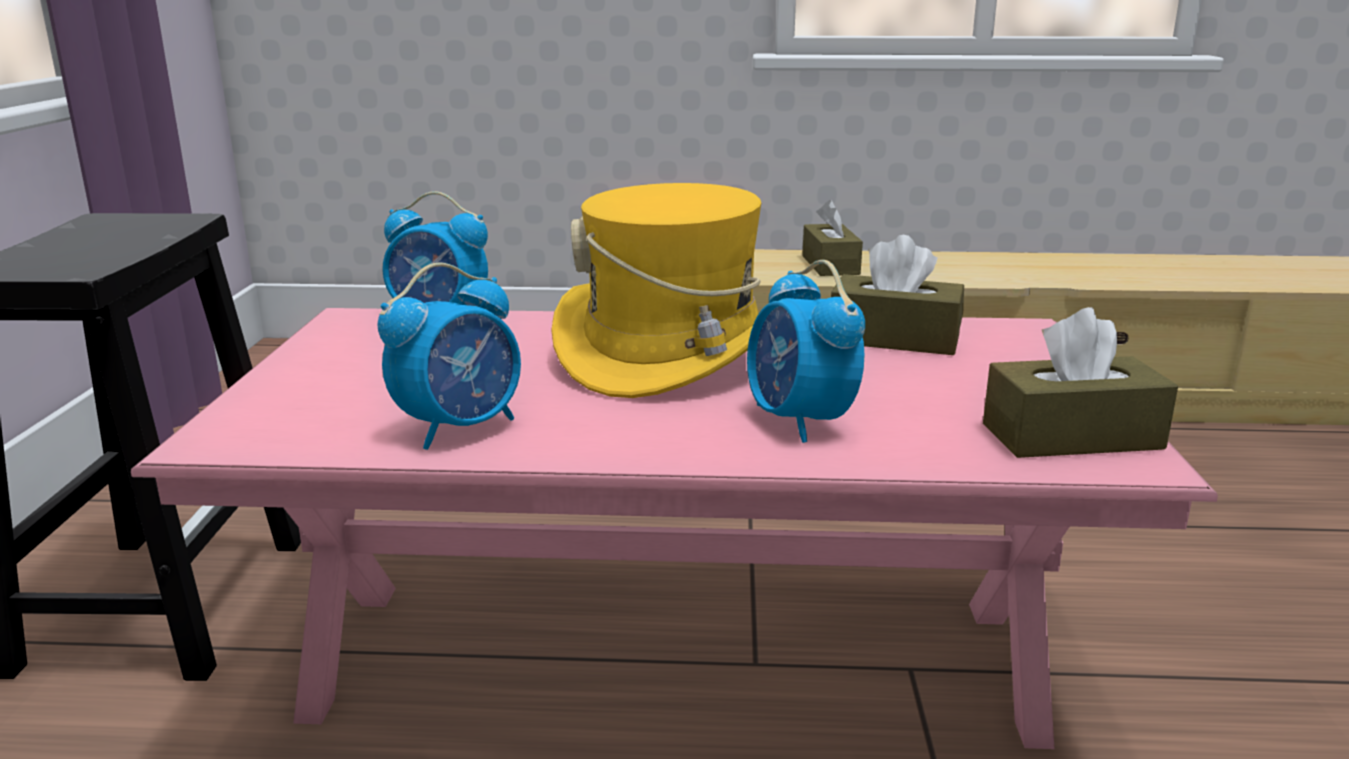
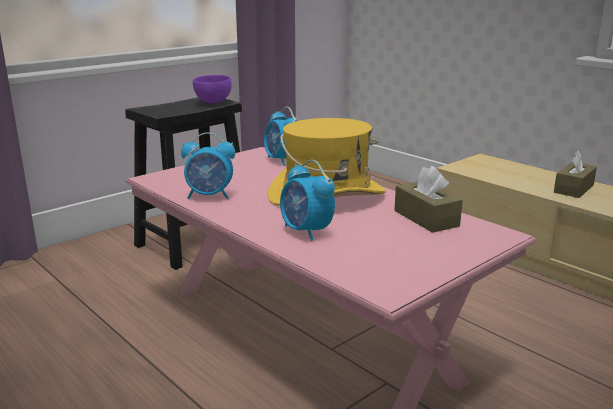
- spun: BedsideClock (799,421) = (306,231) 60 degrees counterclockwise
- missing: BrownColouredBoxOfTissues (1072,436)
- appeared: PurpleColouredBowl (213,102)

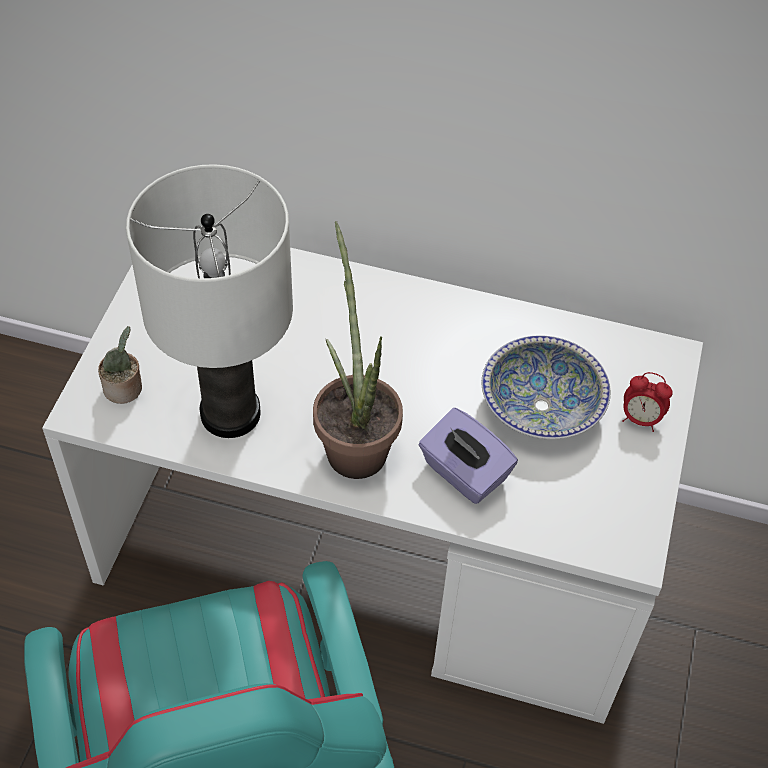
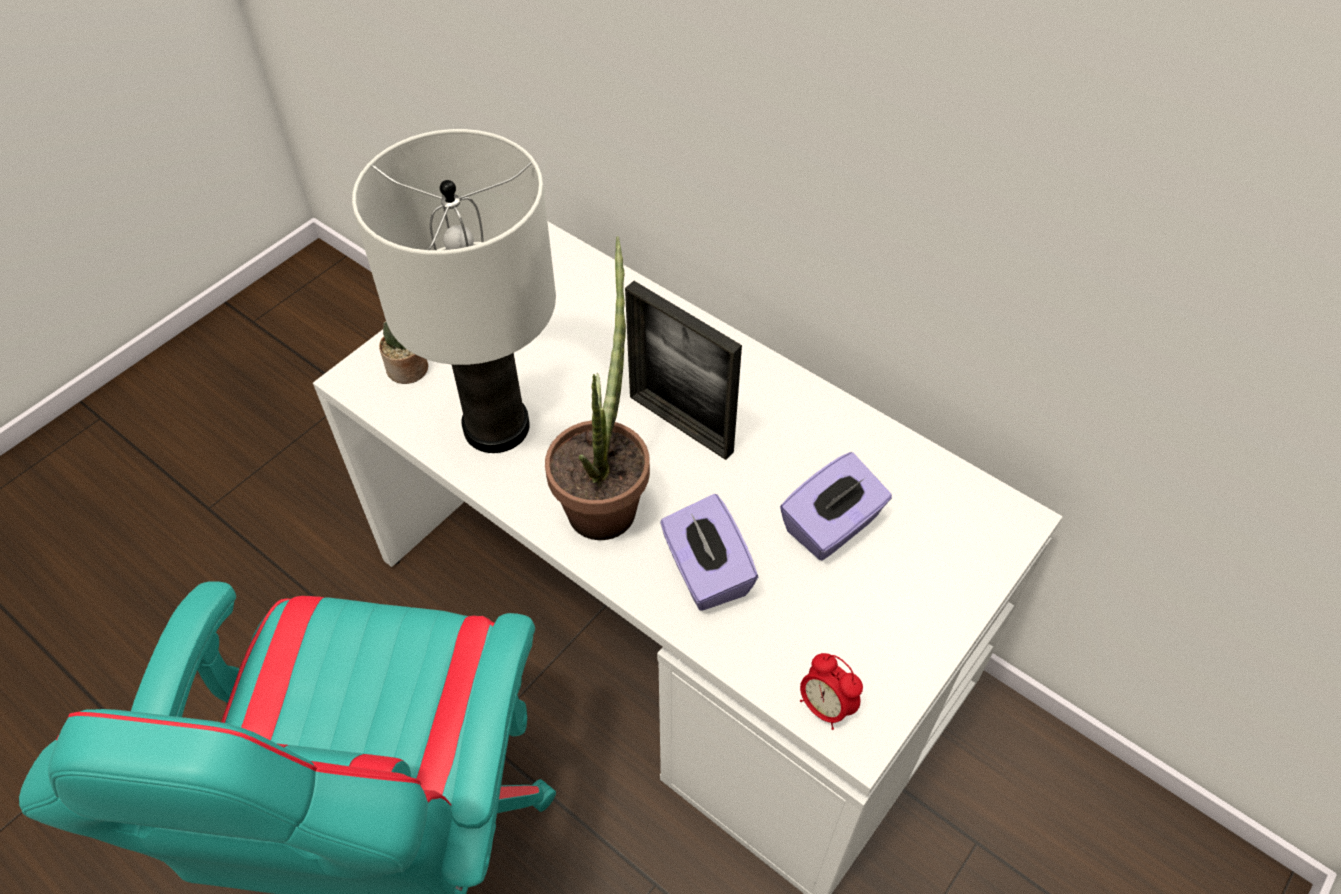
- exchanged: Bowl (541,405) to PurpleColouredBoxOfTissues (832,526)
- relocated: BedsideClock (640,419) to (825,706)
- appeared: StandingFrame (680,424)

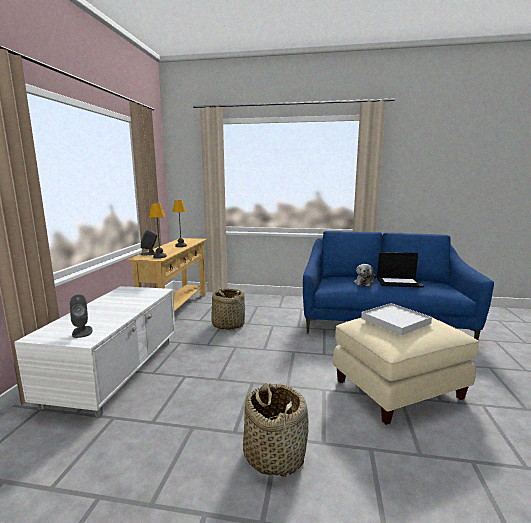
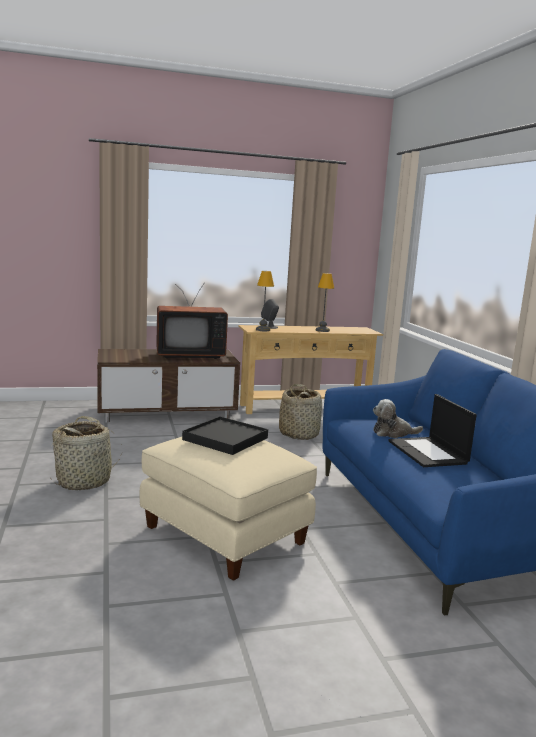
- colour: WhiteTvStand (116,370) to BrownColouredTvStand (167,412)
- missing: GraySpeaker (82,332)
- colour: WhiteServingTray (395,321) to BlackColouredServingTray (225,439)
- appeared: TvSet (189,355)

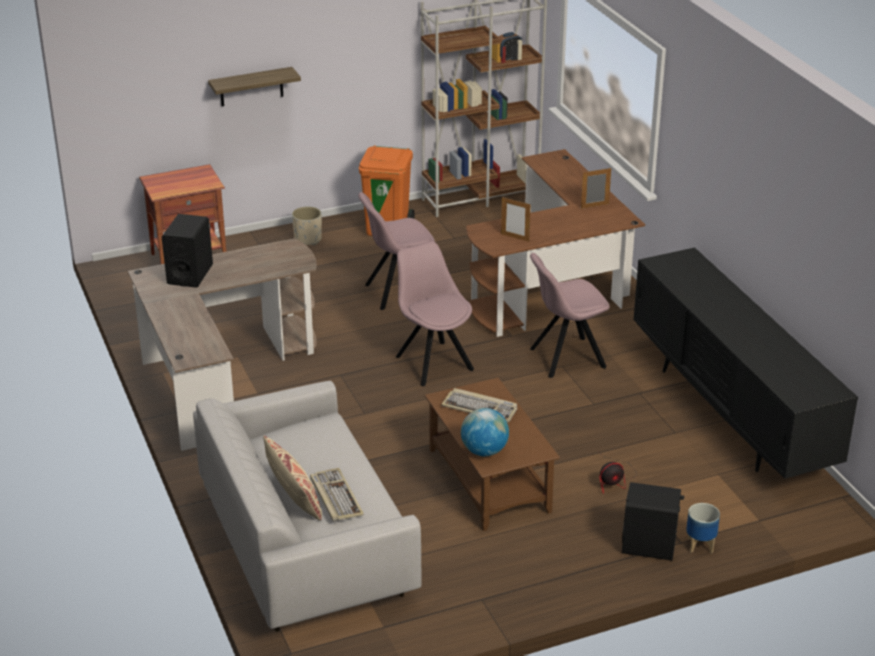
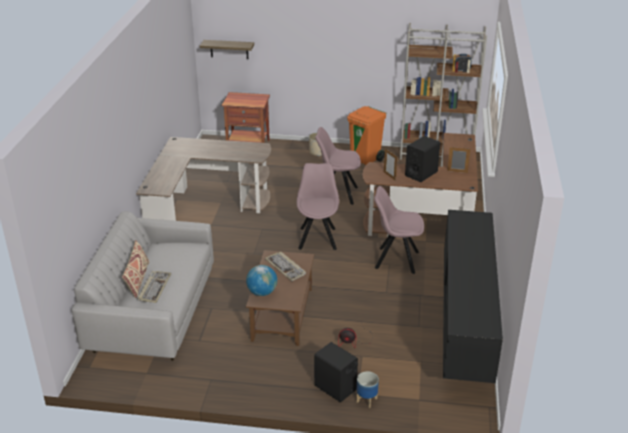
- relocated: Shelf (251,87) to (229,49)
- relocated: BlackColouredSpeaker (190,274) to (421,174)

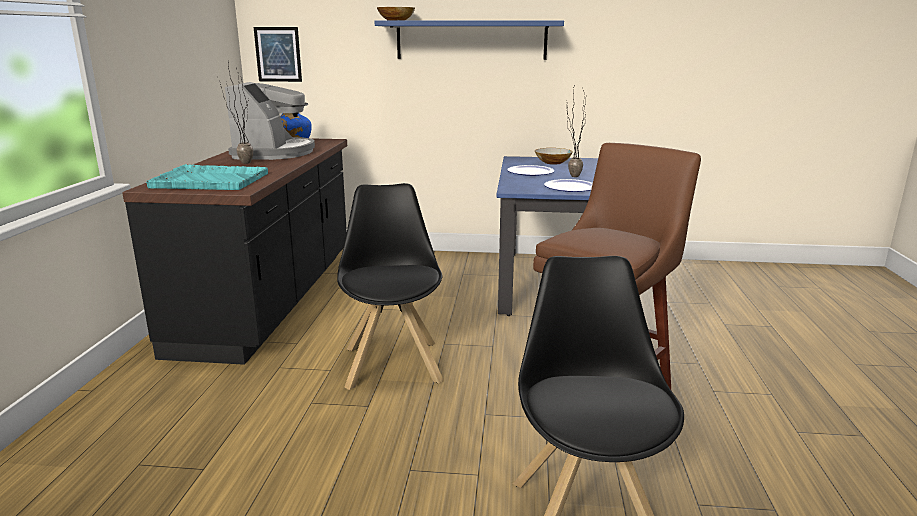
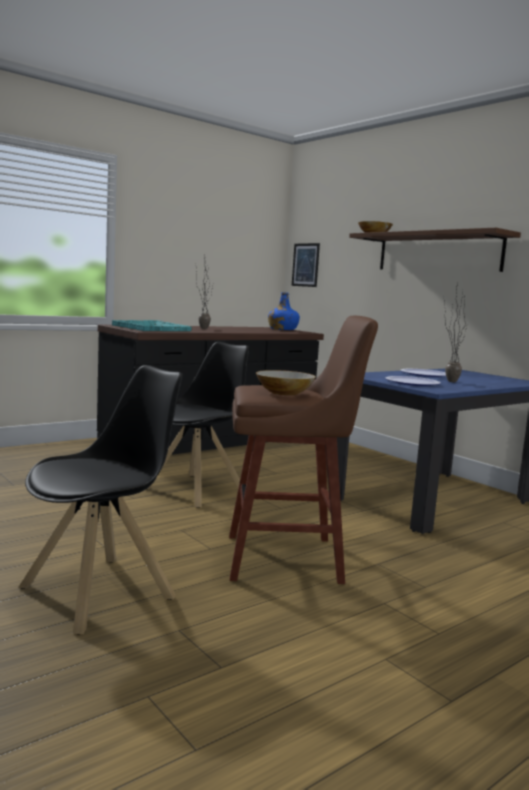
- colour: BluishShelf (471,40) to BrownColouredShelf (438,252)
- missing: CoffeeMachine (274,153)
- relocated: Bowl (552,163) to (283,393)

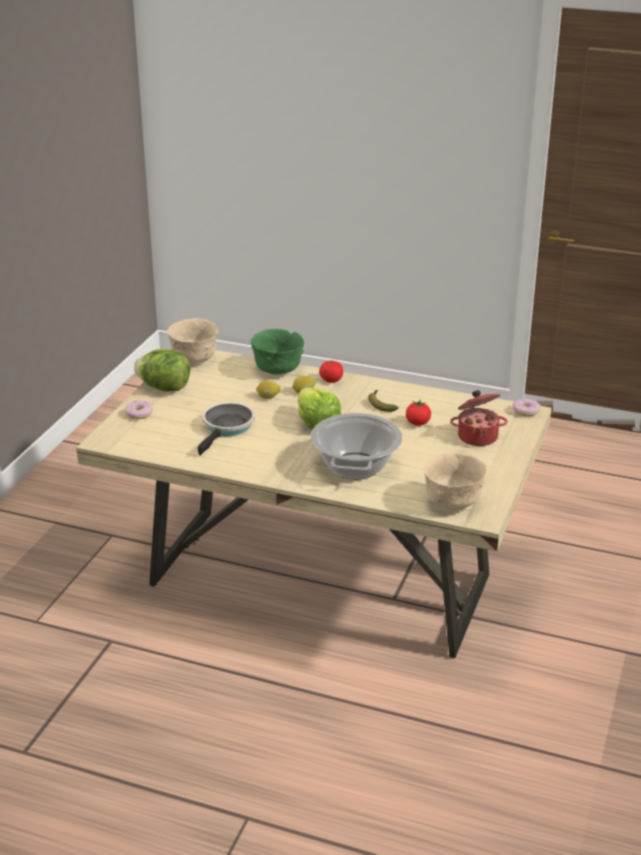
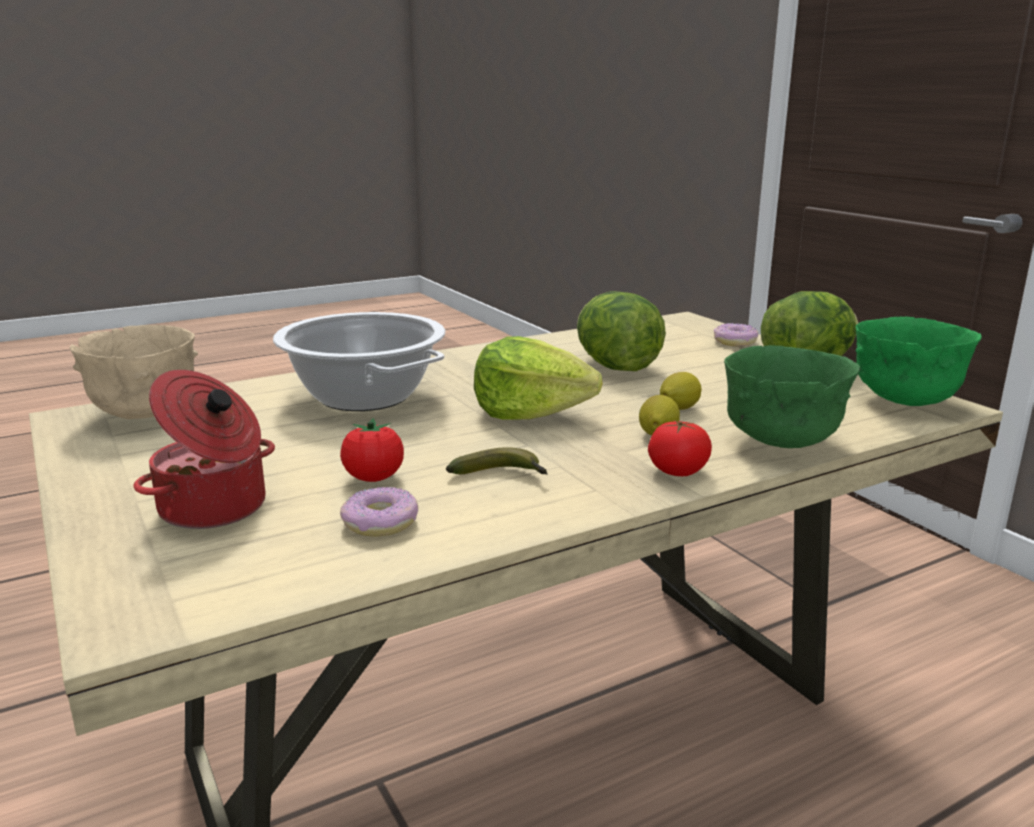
- colour: SandColouredBowl (194,360) to GreenBowl (905,401)
- relocated: Doughnut (525,411) to (381,523)
- exchanged: FryingPan (227,428) to LettuceHead (616,366)

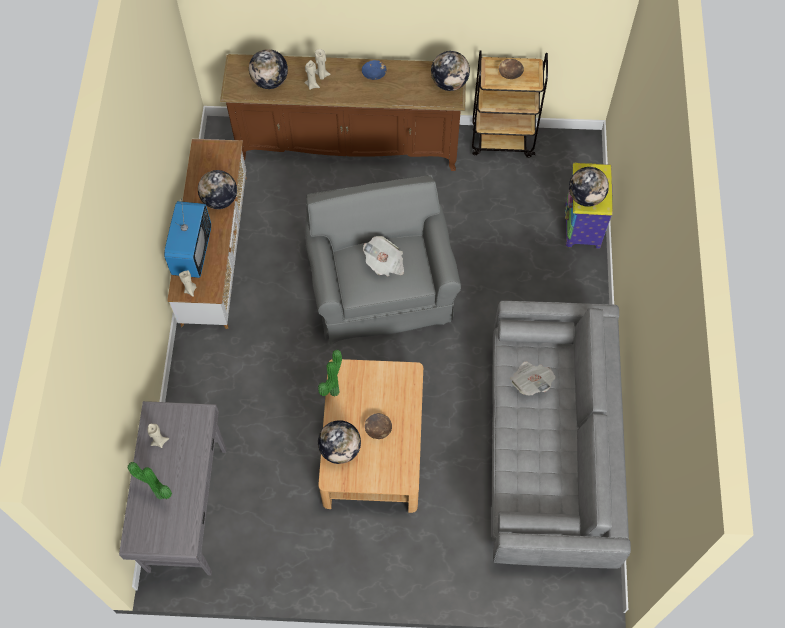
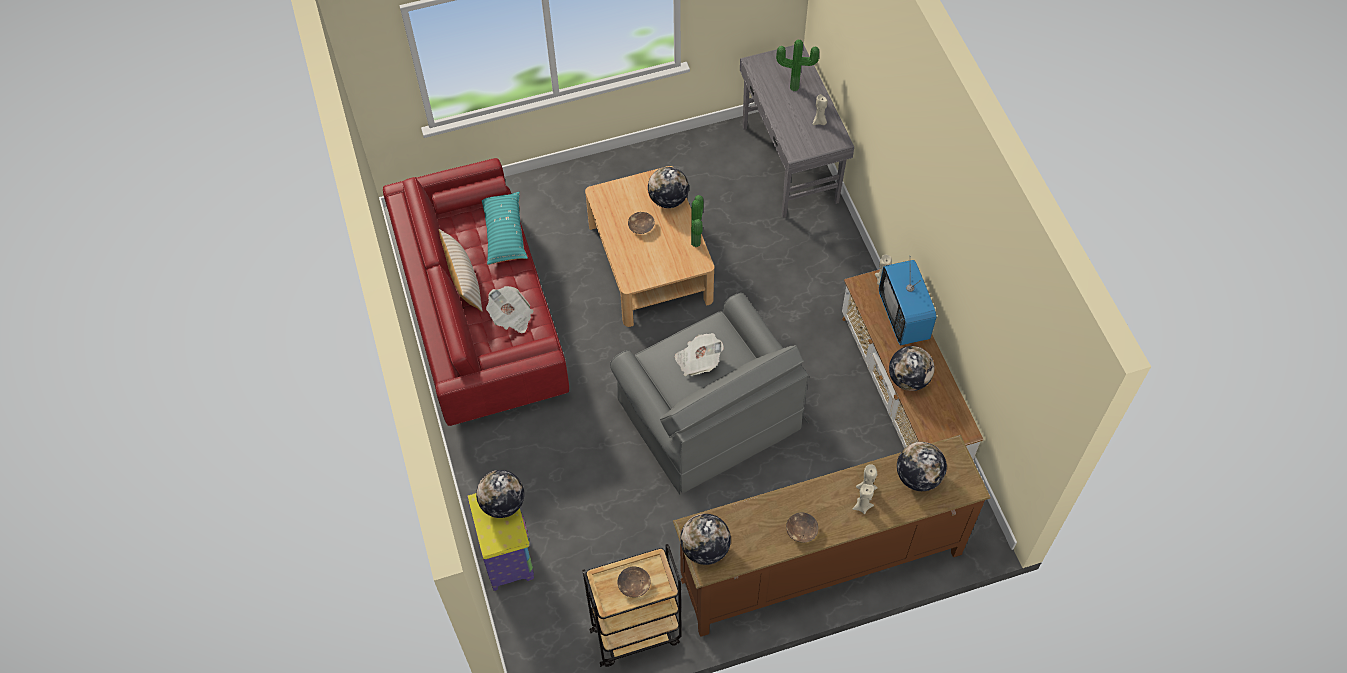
- colour: BluishBowl (374,73) to BrownColouredBowl (801,530)
- colour: GrayCouch (550,448) to RedCouch (480,313)
- appeared: BlueGreenPillow (504,233)
- appeared: SandColouredPillow (463,280)

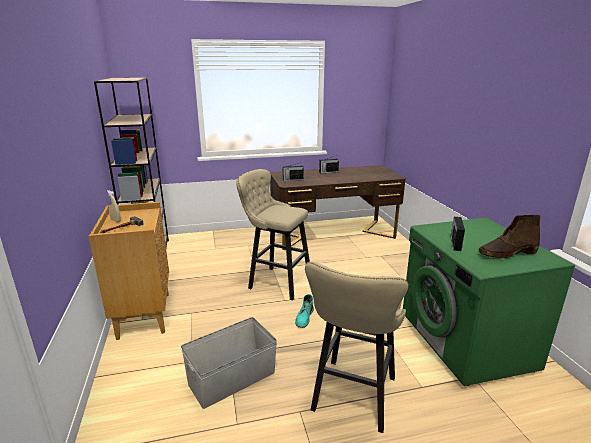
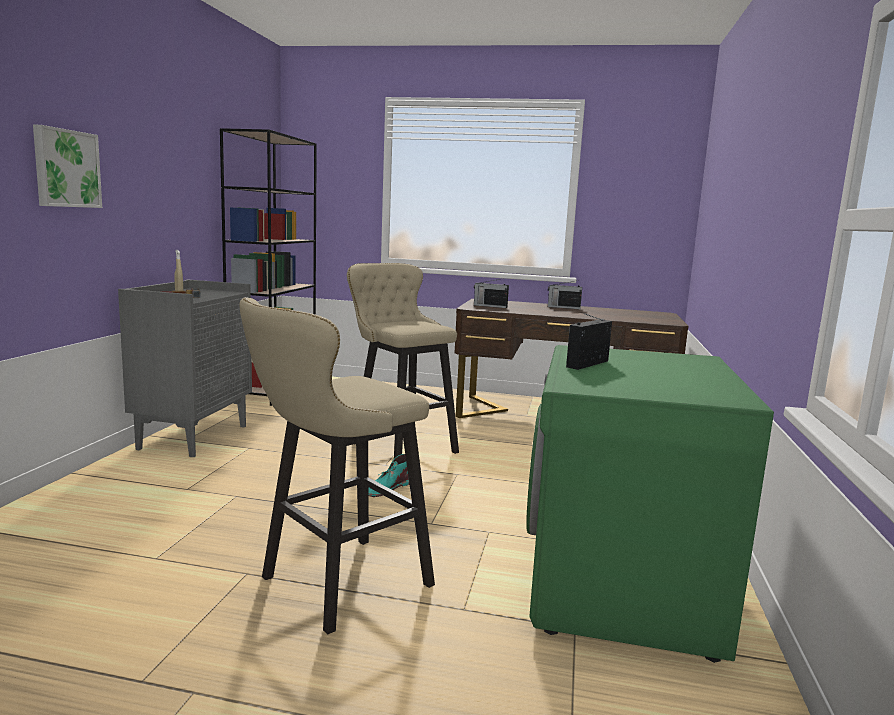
- colour: BrownColouredCupboard (144,315) to GrayCupboard (194,437)
- missing: BrownColouredHighTopBoot (507,253)
- missing: GrayStorageContainer (231,378)
- appeared: WallArt (65,168)

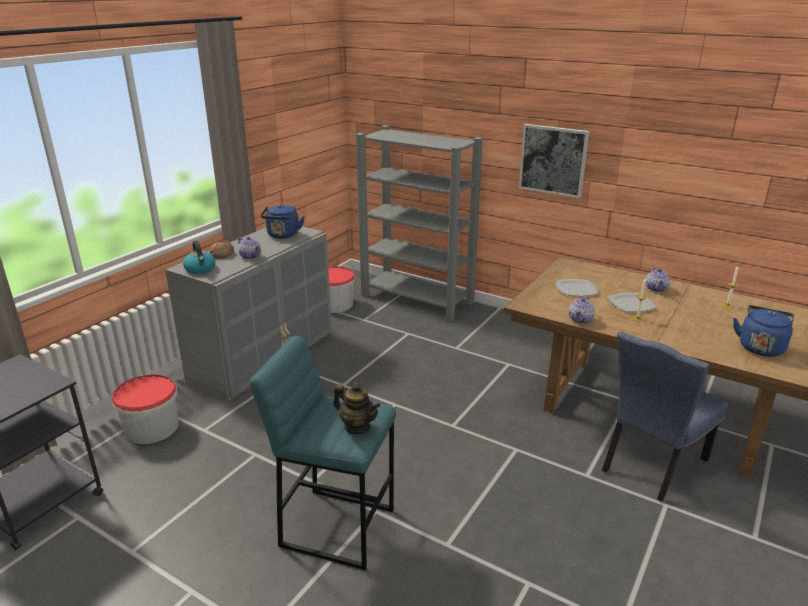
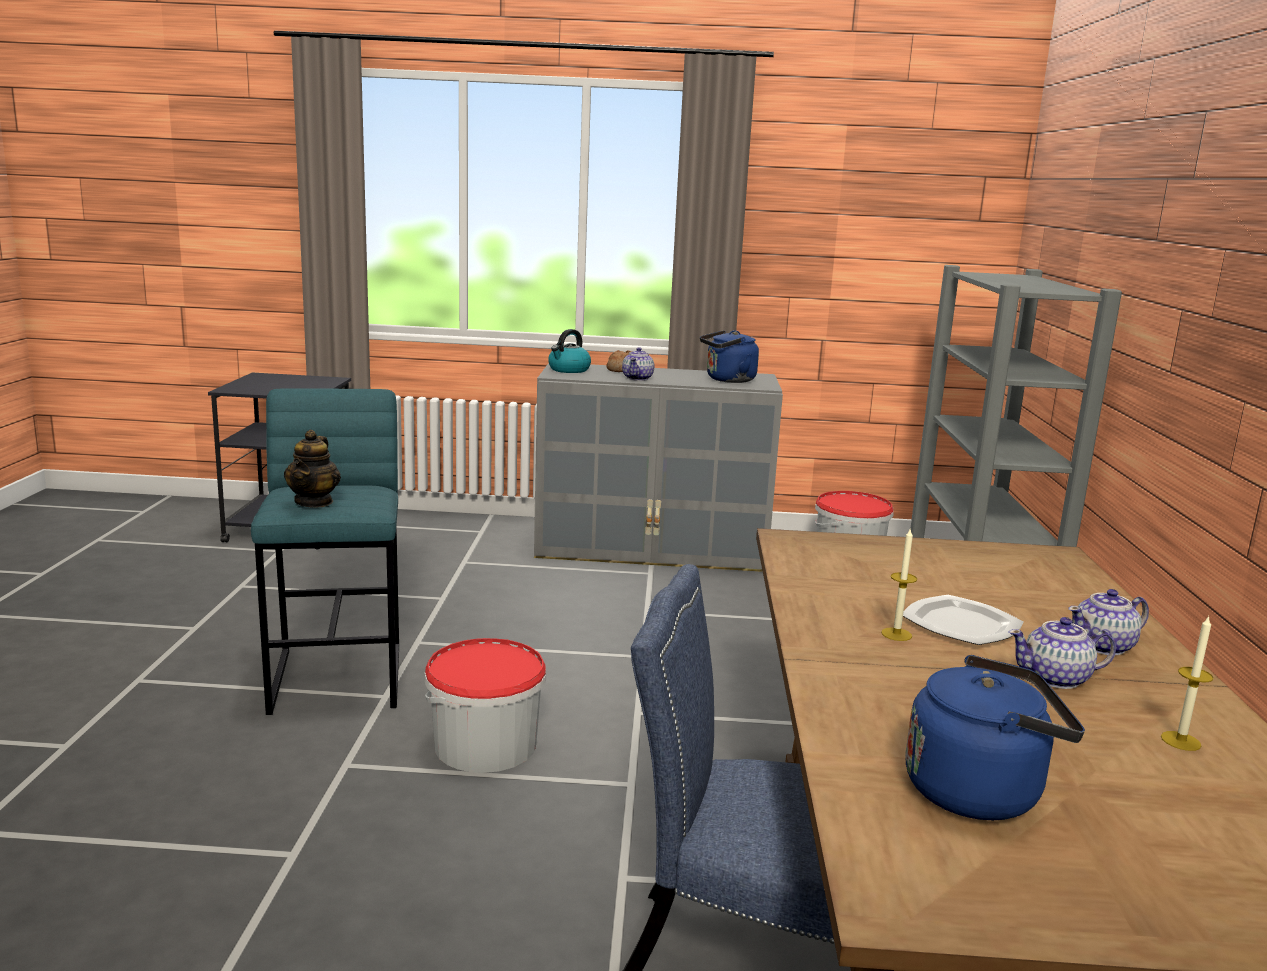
- missing: WallArt (553,160)
- missing: DinnerPlate (575,289)
- relocated: TeaPot (581,319) to (1056,678)
- relocated: Bucket (152,427) to (486,744)

